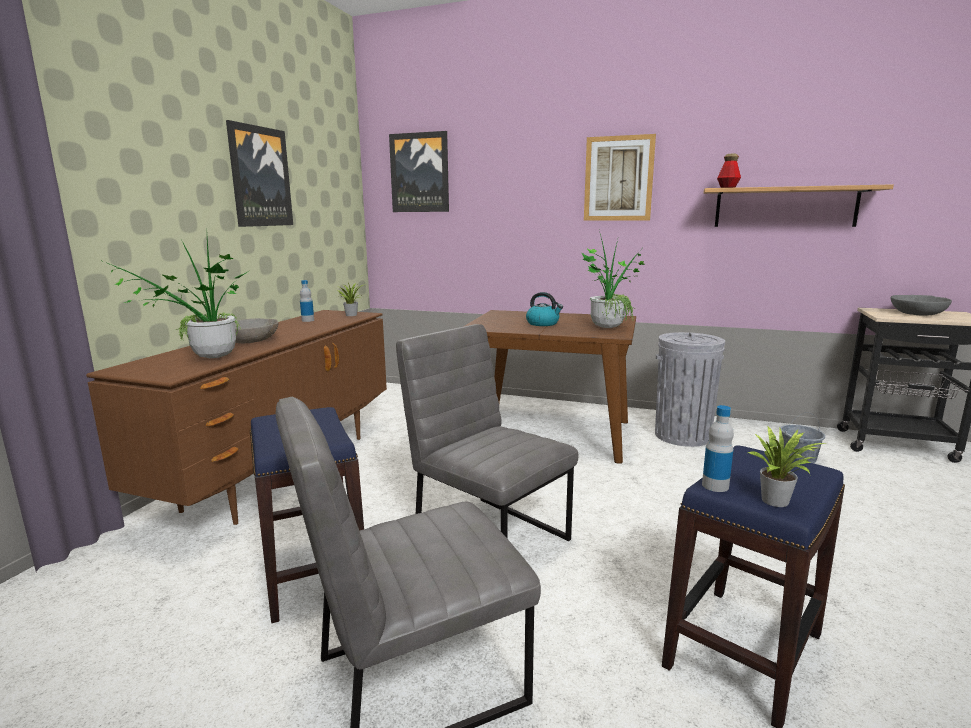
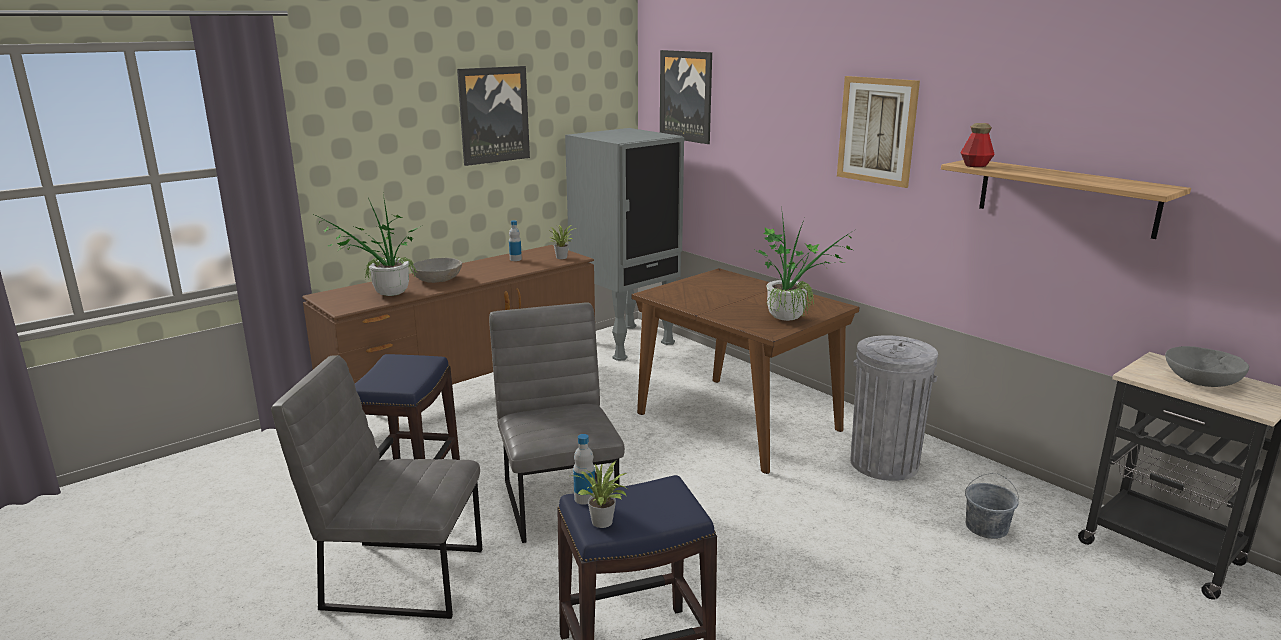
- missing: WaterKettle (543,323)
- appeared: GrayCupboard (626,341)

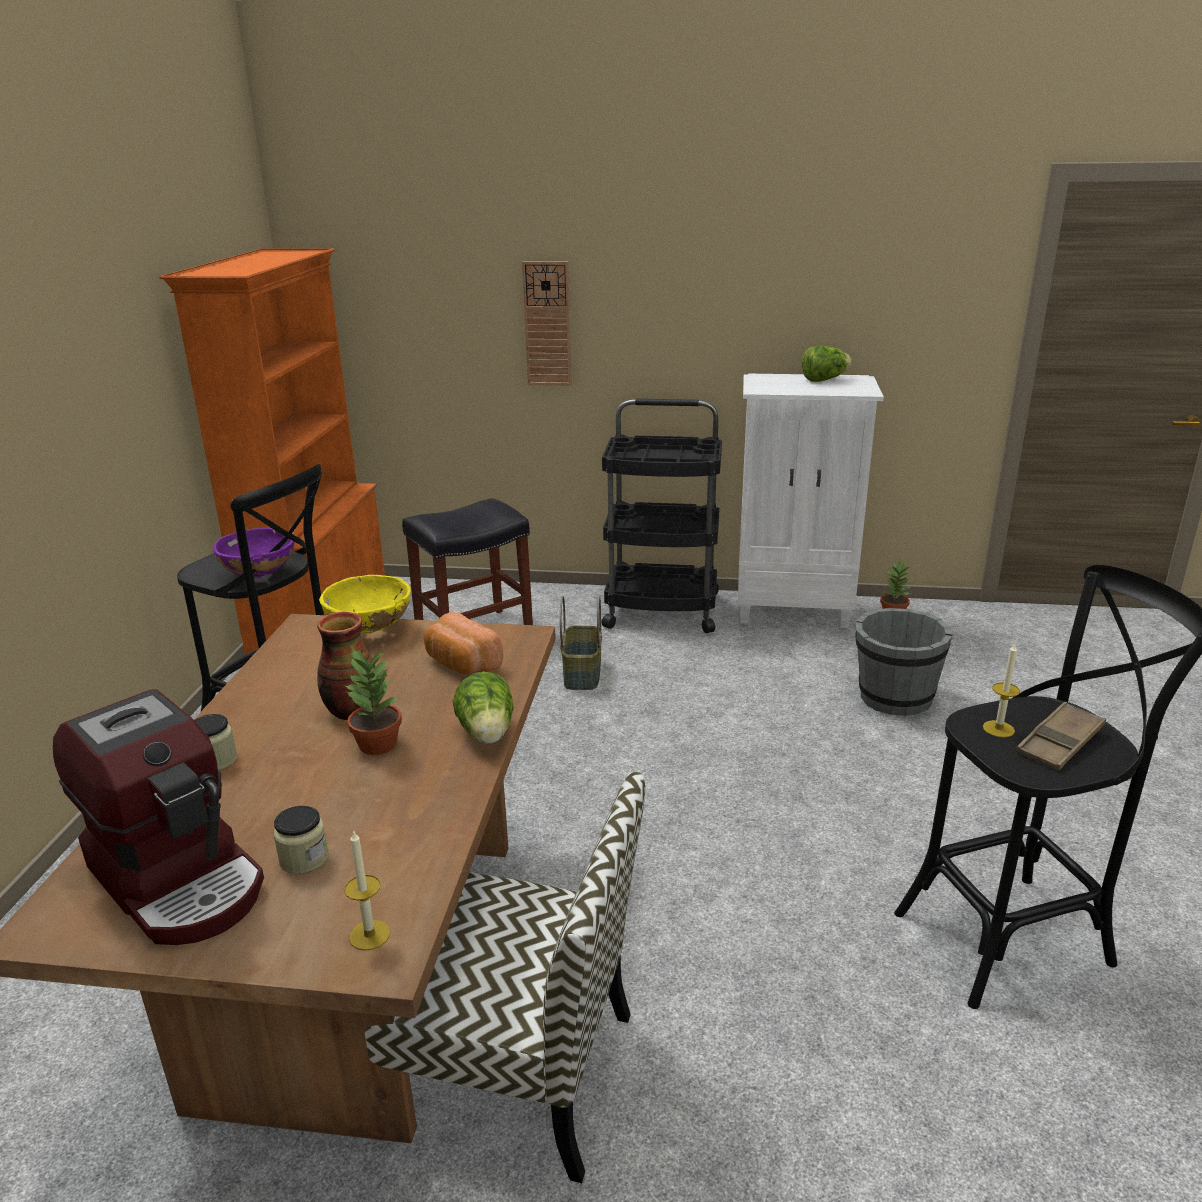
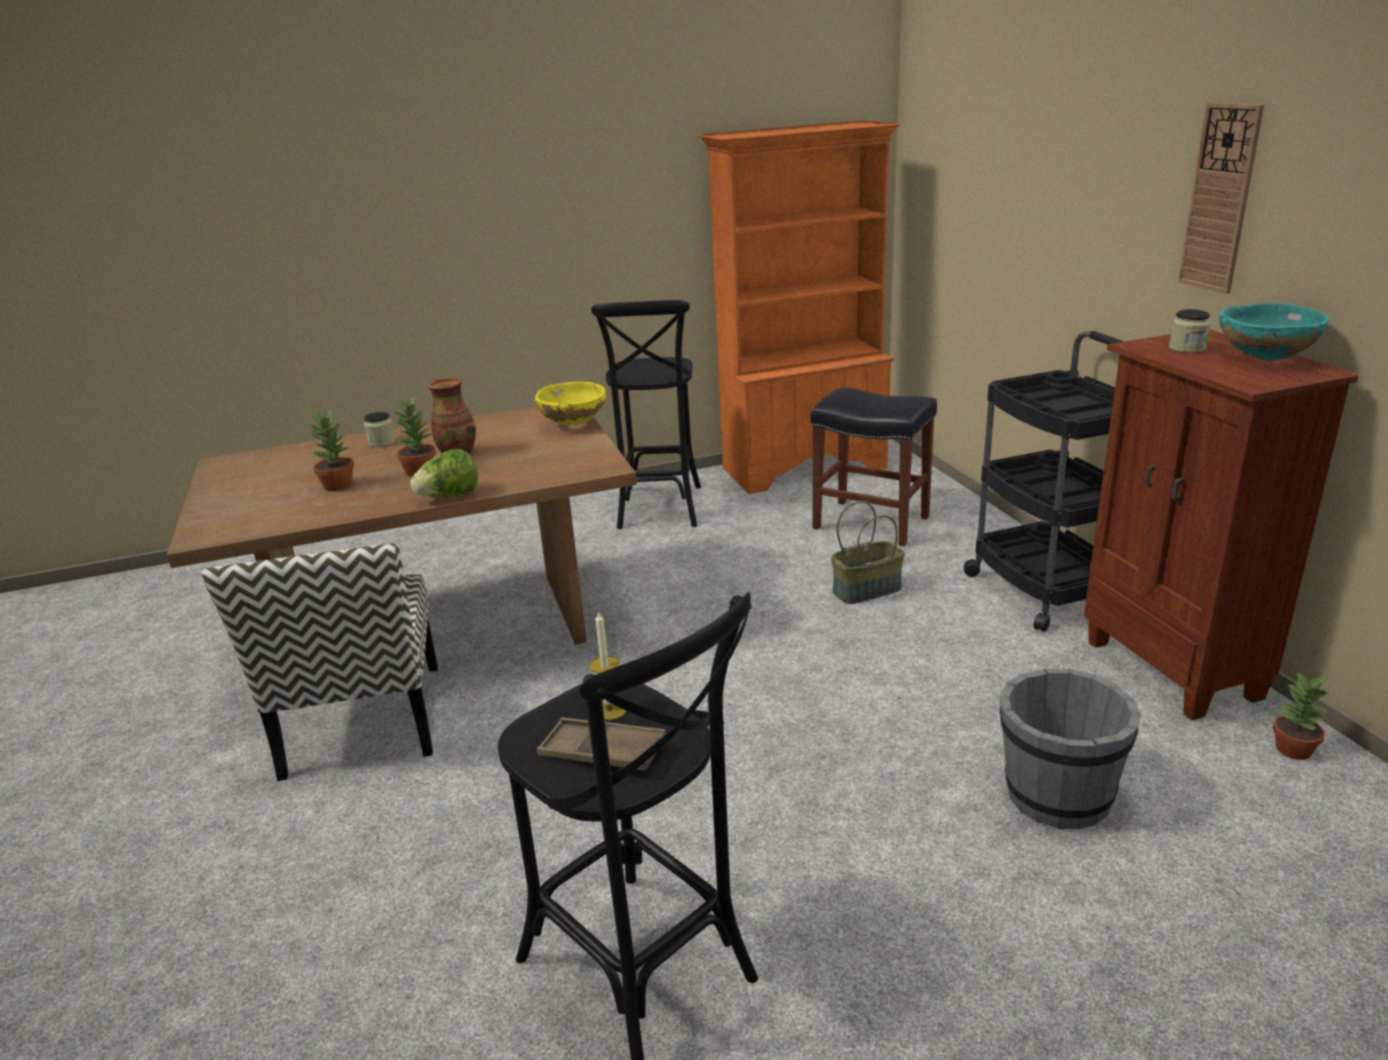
- relocated: ClockOnTheWall (547,324) to (1220,198)
- exchanged: LettuceHead (824,380) to BlueGreenBowl (1264,359)
- colour: WhiteCupboard (792,613) to BrownColouredCupboard (1169,671)
- missing: PurpleColouredBowl (259,576)
- missing: Bread (461,664)
- missing: CoffeeMachine (180,878)
- relocated: StorageJar (304,859) to (1187,348)
- missing: WaxCandle (369,935)
- appeared: Houseplant (338,485)

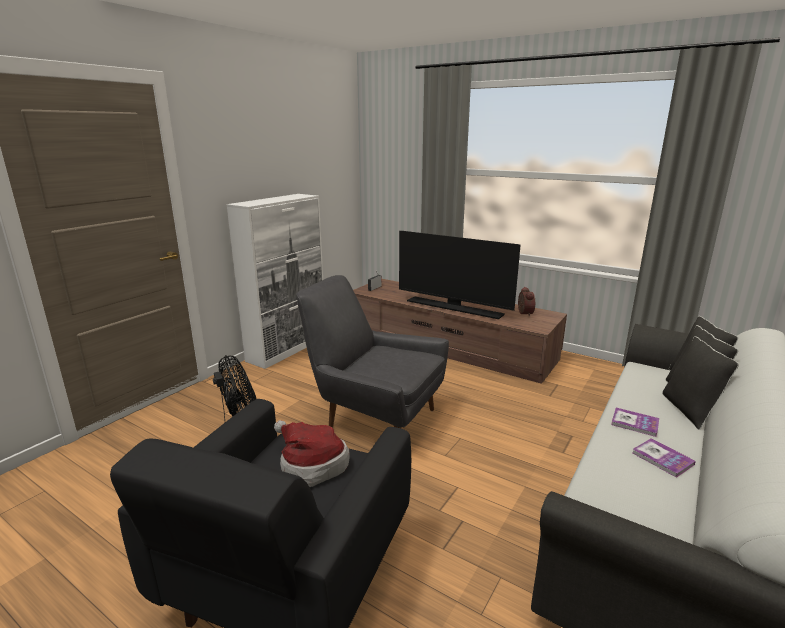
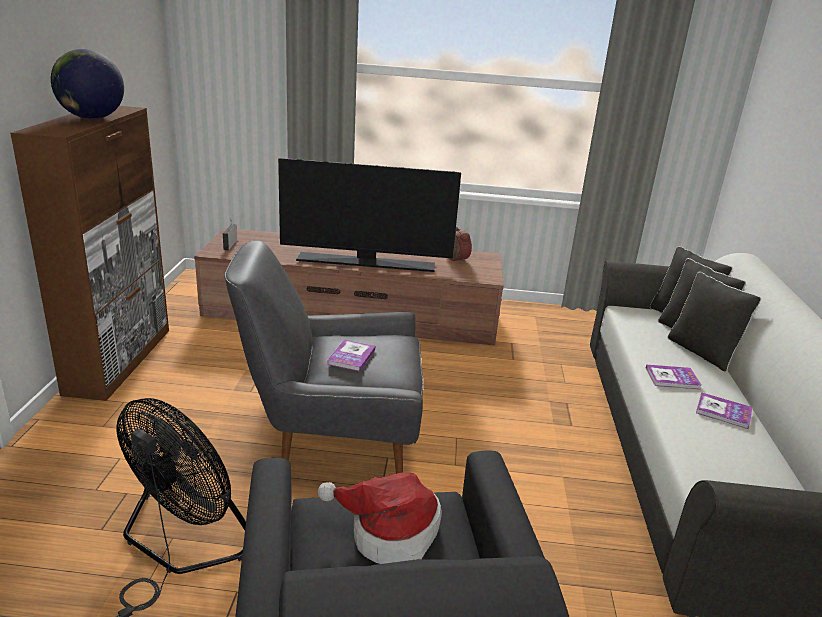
- colour: WhiteCupboard (288,348) to BrownColouredCupboard (120,360)
- appeared: WorldGlobe (92,118)
- appeared: Book (351,357)

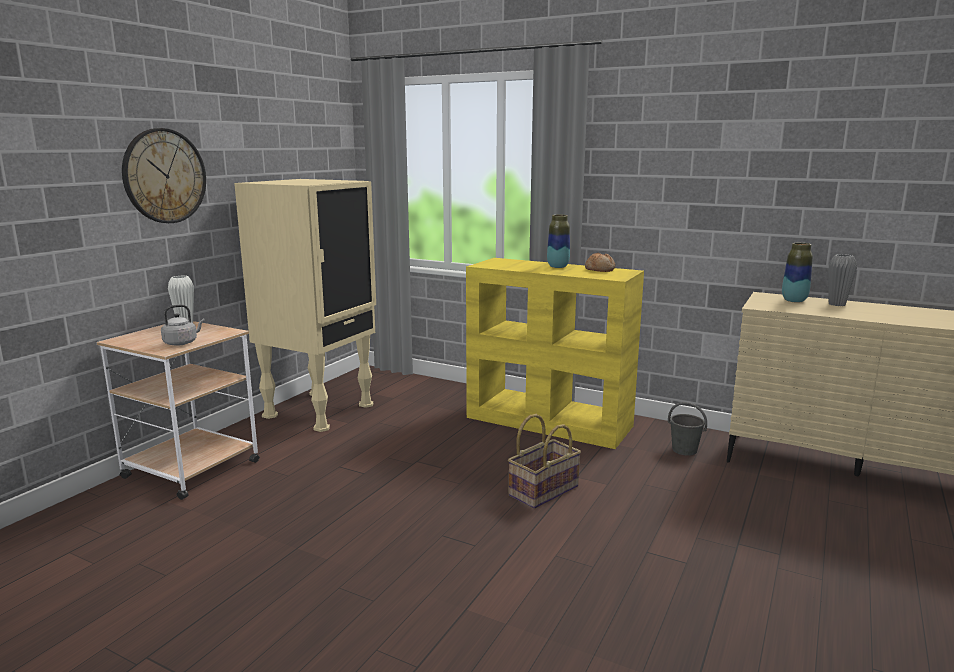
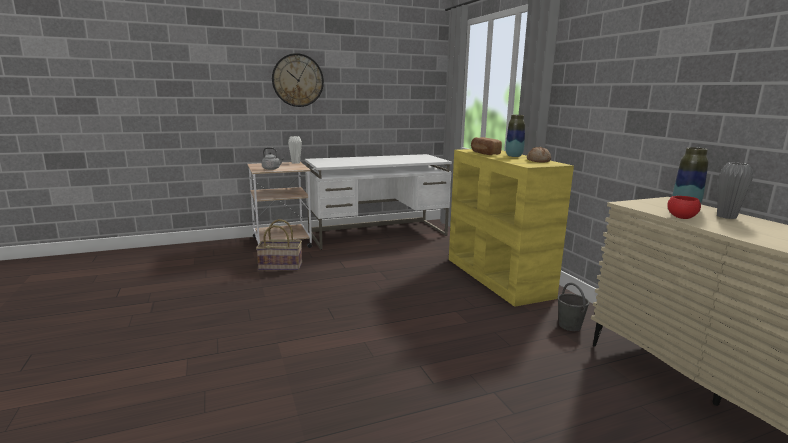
- exchanged: SandColouredCupboard (321,410) to WhiteDeskTable (378,234)
- relocated: HouseholdBasket (543,490) to (281,266)
- appeared: Bread (484,153)
- appeared: RedBowl (681,217)

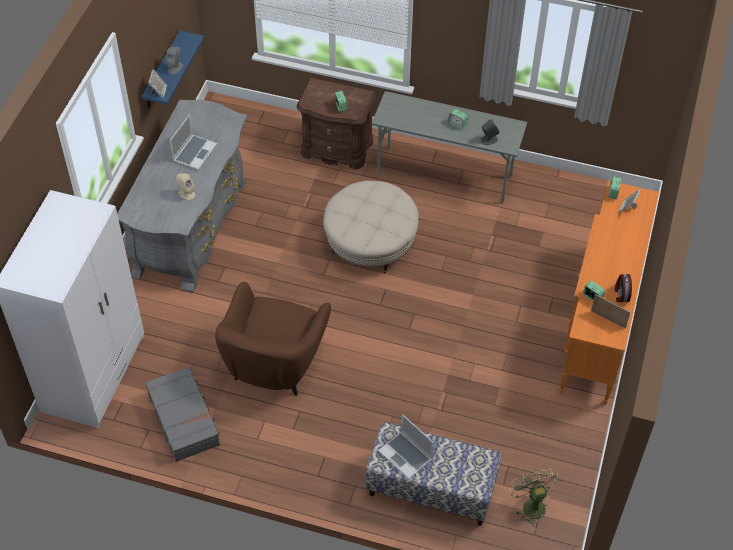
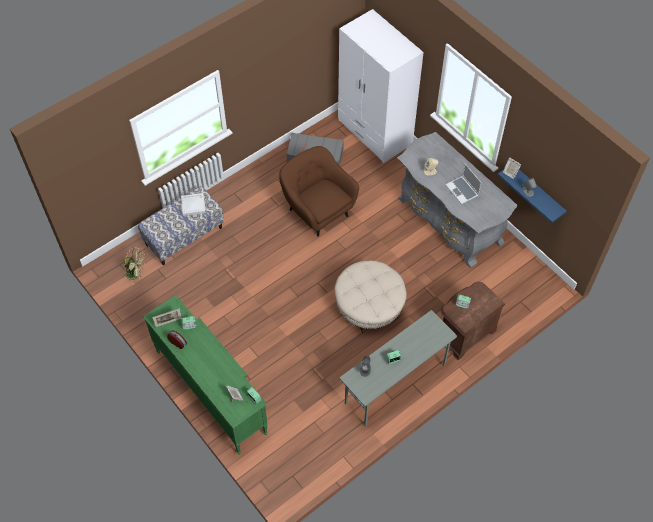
- colour: OrangeColouredCupboard (599,322) to GreenCupboard (211,392)
- exchanged: Laptop (406,455) to WhiteServingTray (193,205)

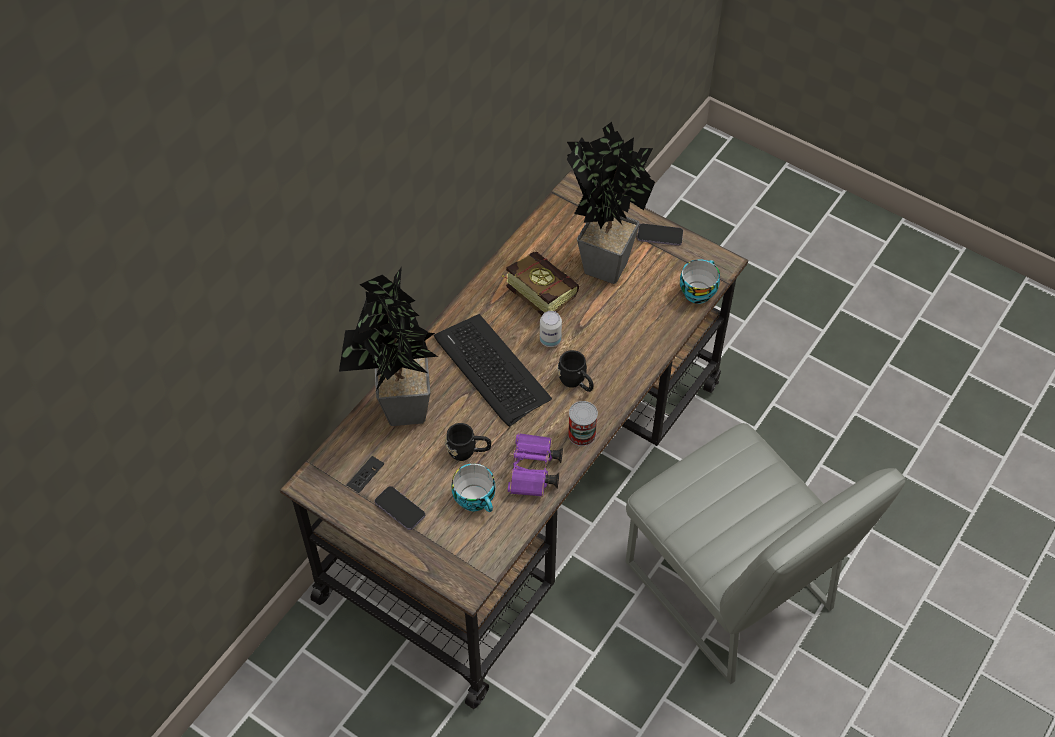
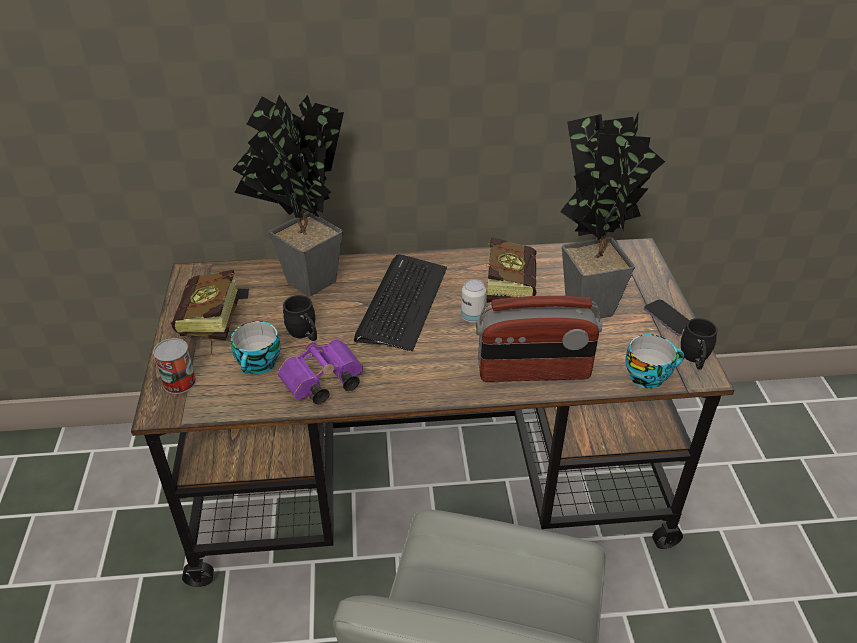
- relocated: BlackColouredTeaMug (576,383) to (695,359)
- relocated: Can (582,434) to (179,382)
- exchanged: Handset (400,509) to Book (208,328)
- appeared: RadioSet (533,372)

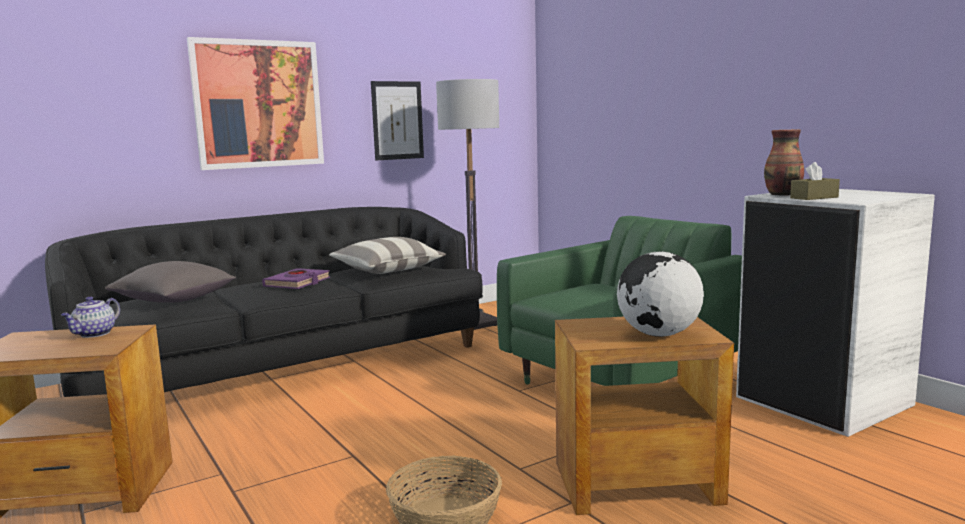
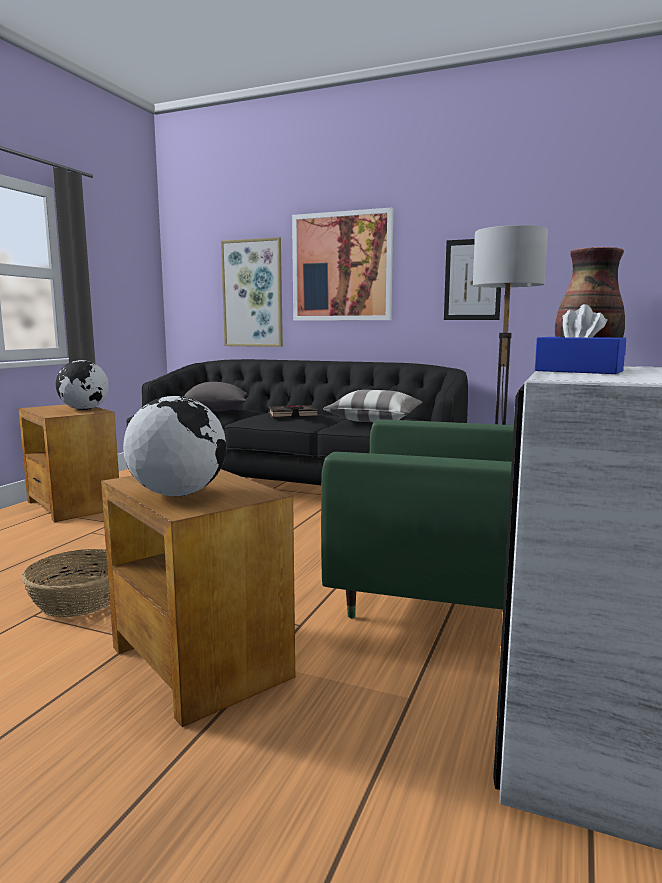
- colour: BrownColouredBoxOfTissues (814,197) to BluishBoxOfTissues (578,371)
- colour: PurpleColouredBook (297,283) to BlackColouredBook (292,415)
- exchanged: TeaPot (94,334) to WorldGlobe (84,409)
- appeared: WallArt (253,293)

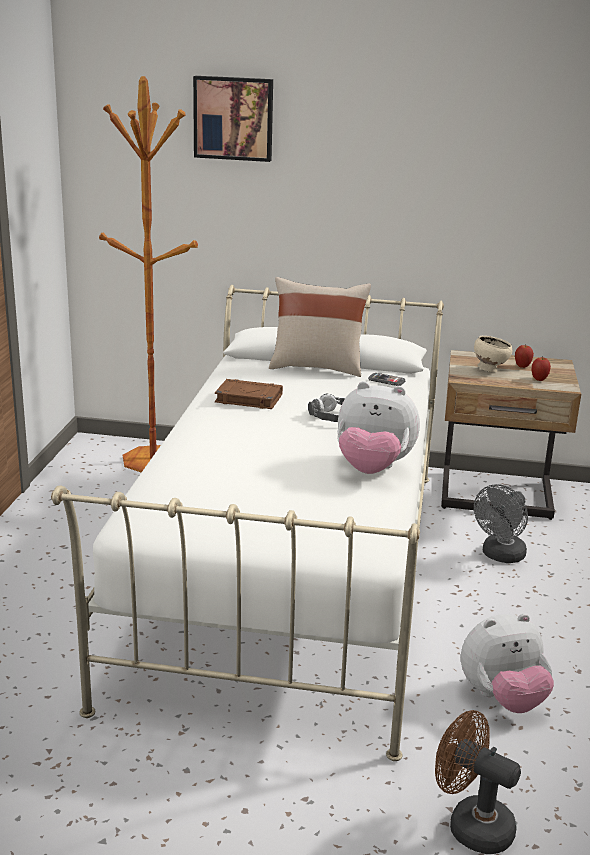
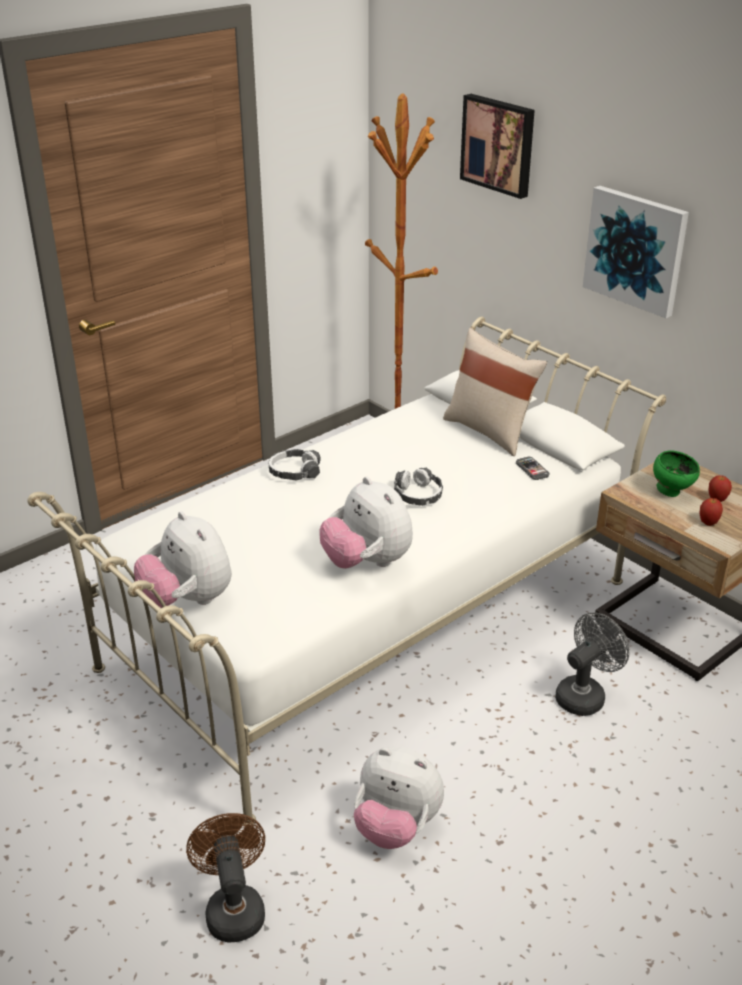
- colour: SandColouredBowl (489,370) to GreenBowl (671,492)
- missing: BrownColouredBook (248,398)
- spun: GrayElectricFan (500,556) = (585,695) 150 degrees clockwise
- appeared: WallArt (635,250)
- appeared: PairOfHeadphones (294,472)
- appeared: CuddlyToy (187,600)

